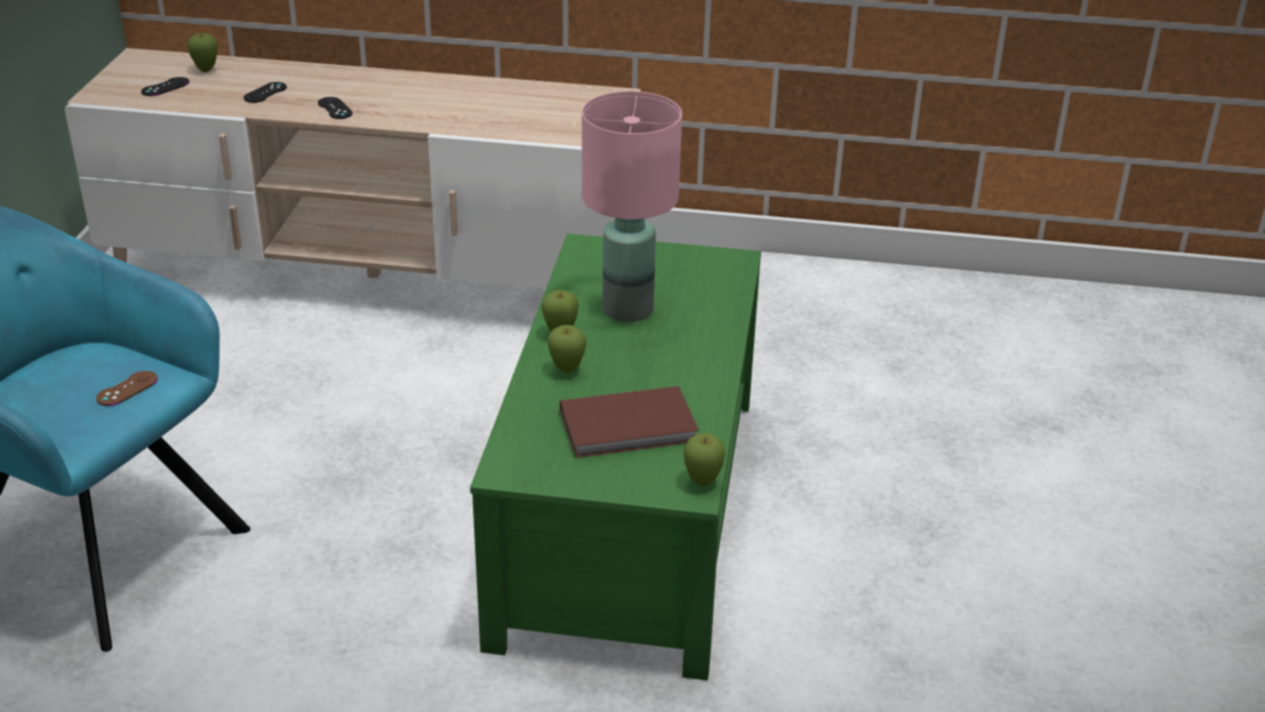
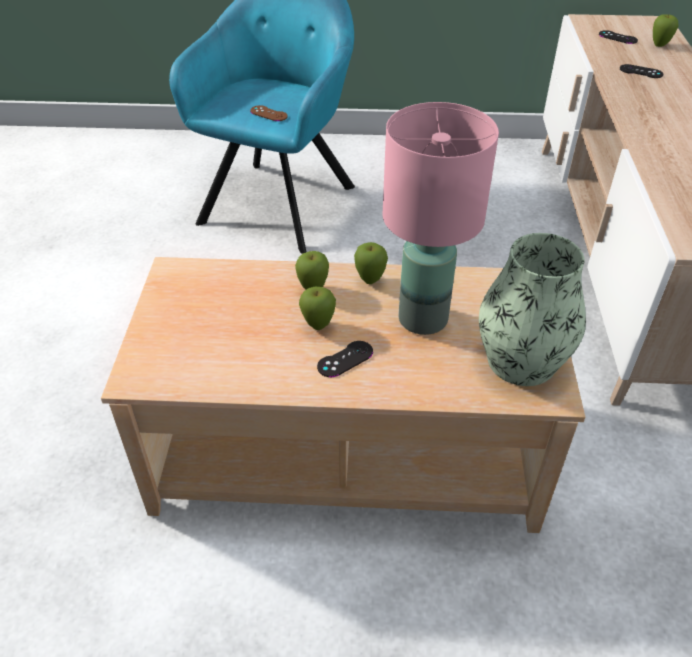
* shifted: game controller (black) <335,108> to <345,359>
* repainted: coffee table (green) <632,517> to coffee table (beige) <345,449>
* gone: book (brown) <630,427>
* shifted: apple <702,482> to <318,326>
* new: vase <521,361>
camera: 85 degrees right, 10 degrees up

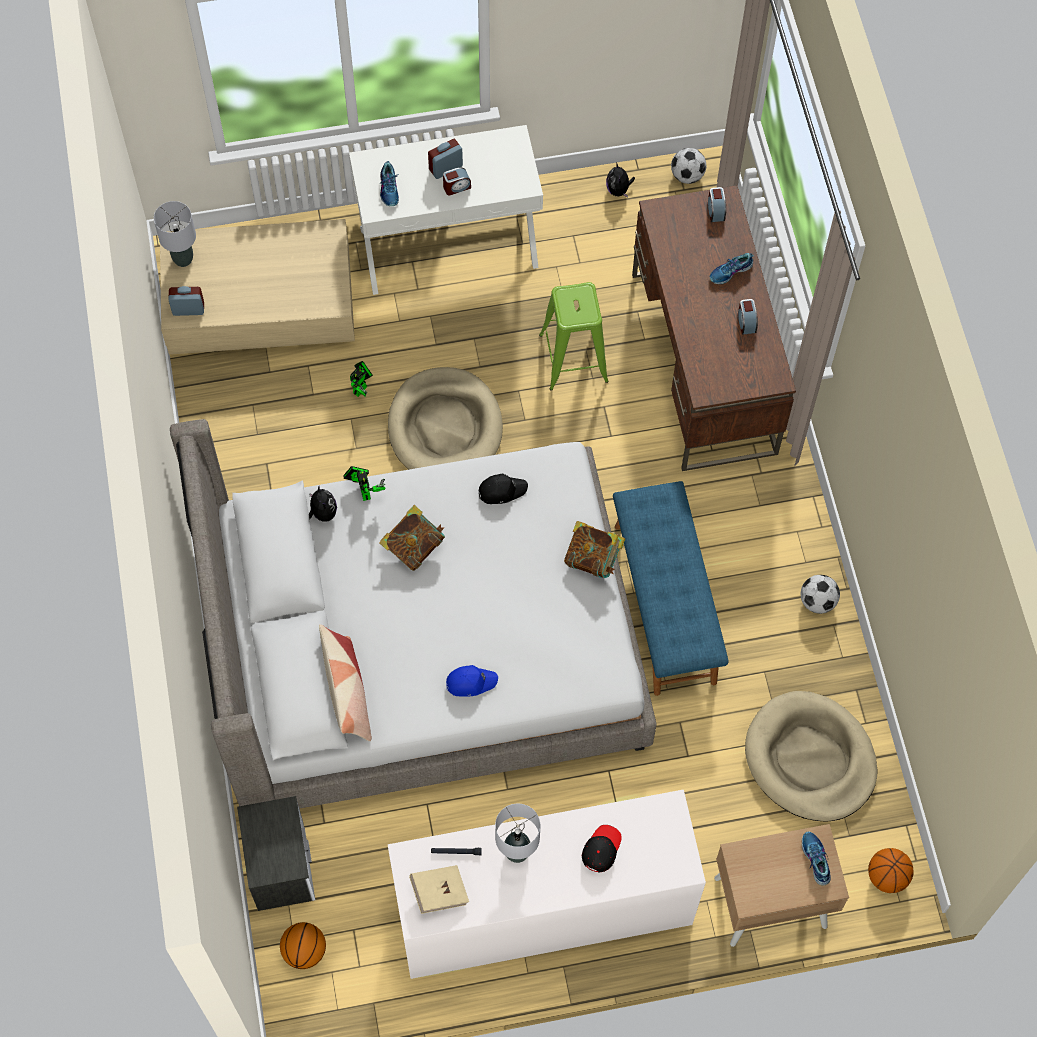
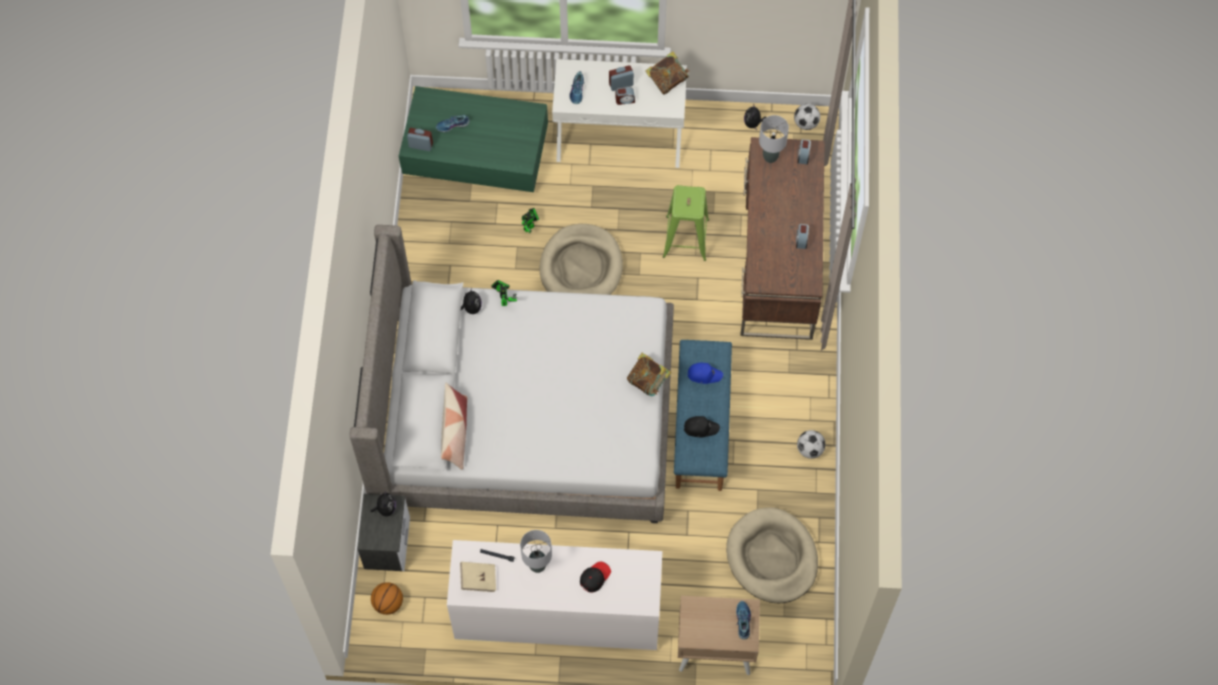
* shifted: table lamp (grey) <183,259> to <770,157>
* repainted: coffee table (beige) <260,304> to coffee table (green) <475,151>
* shifted: book <413,546> to <667,80>
* shifted: cap (blue) <470,682> to <704,374>
* shifted: cap (black) <501,490> to <700,428>
* shifted: shoe <731,272> to <452,125>
* gone: basketball <887,877>
* new: plush toy <385,508>
camera: 15 degrees right, 0 degrees up

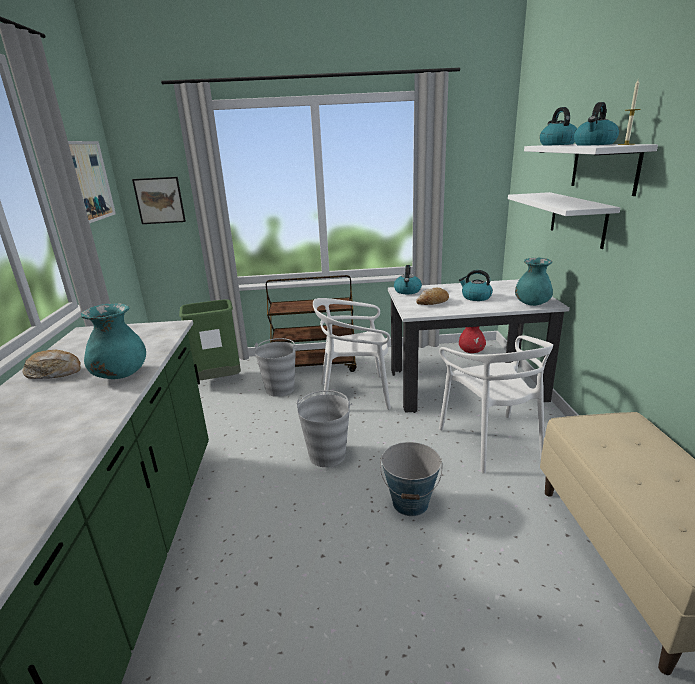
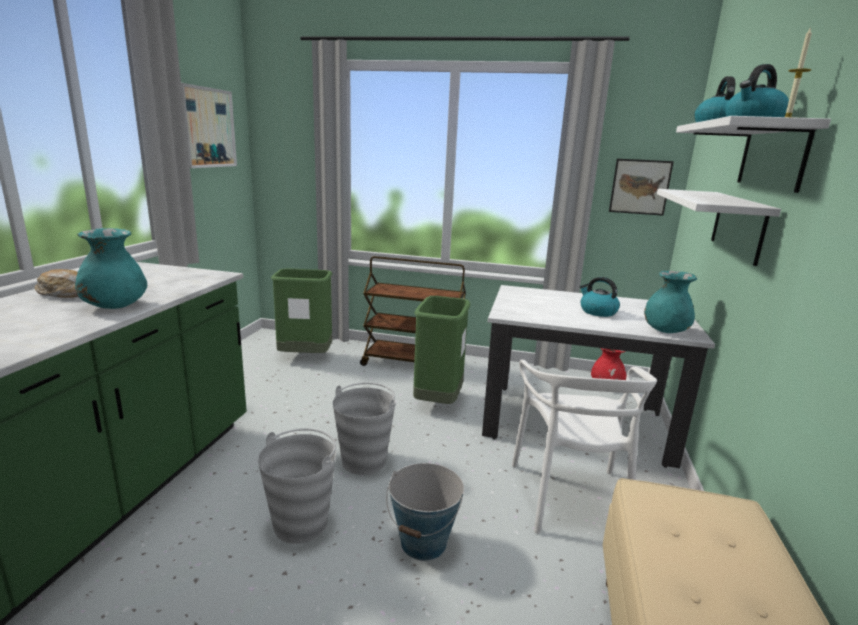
* shifted: picture <159,200> to <640,187>
* shifted: bucket (grey) <280,389> to <301,523>
* swapped: chair (white) <355,394> to trash can (green) <438,402>
* gone: kettle <407,291>
* gone: bread <432,302>
camera: 15 degrees right, 5 degrees down

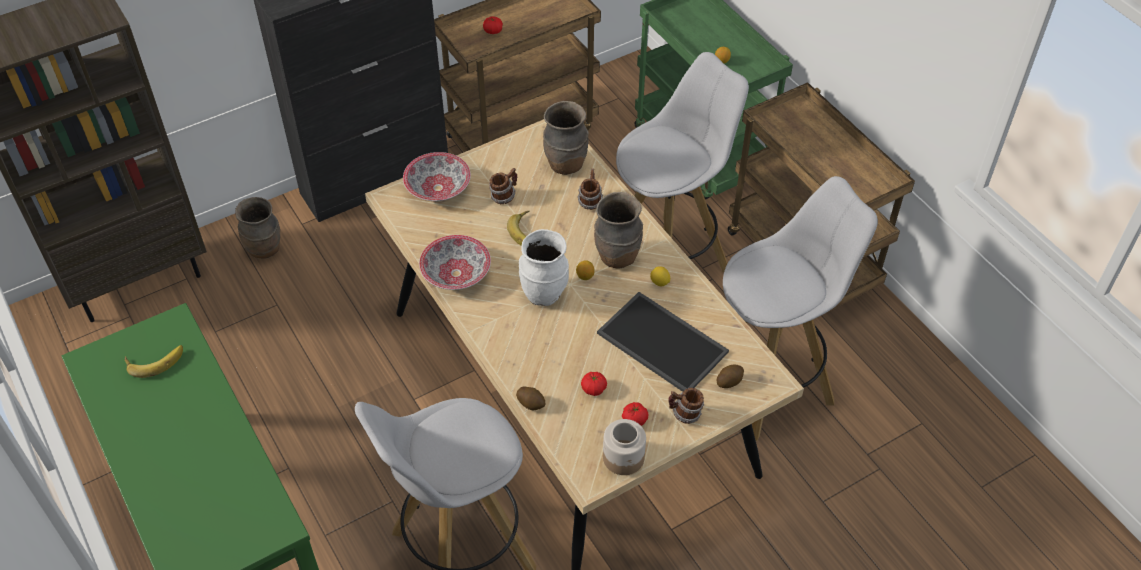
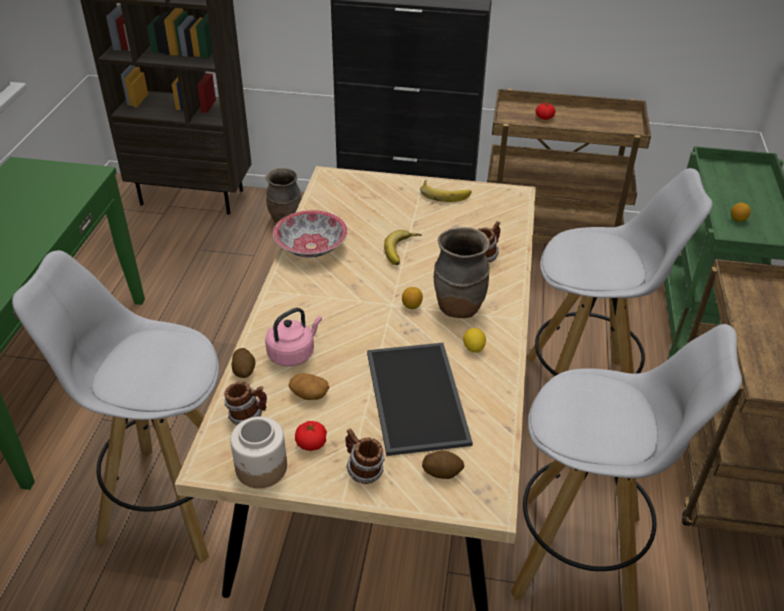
* shifted: banana <155,360> to <445,193>
* gone: bowl <438,189>
* shifted: mug <504,196> to <248,416>
* gone: vase (white) <544,293>
* gone: vase (brown) <565,165>
* swapped: tomato <593,389> to potato <309,394>
* new: kettle (pink) <293,353>
camera: 40 degrees right, 10 degrees down

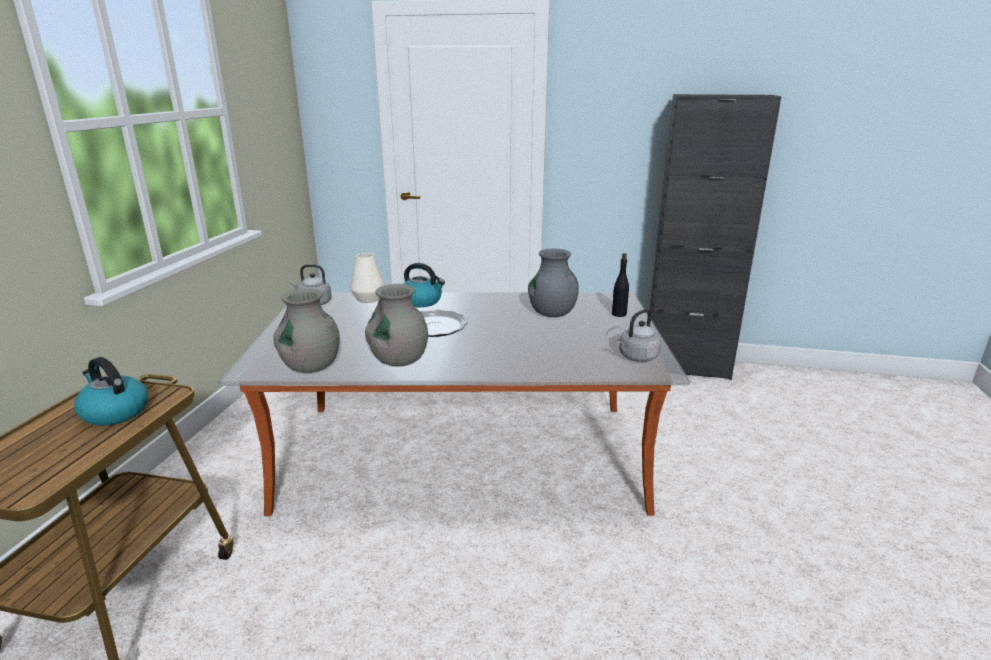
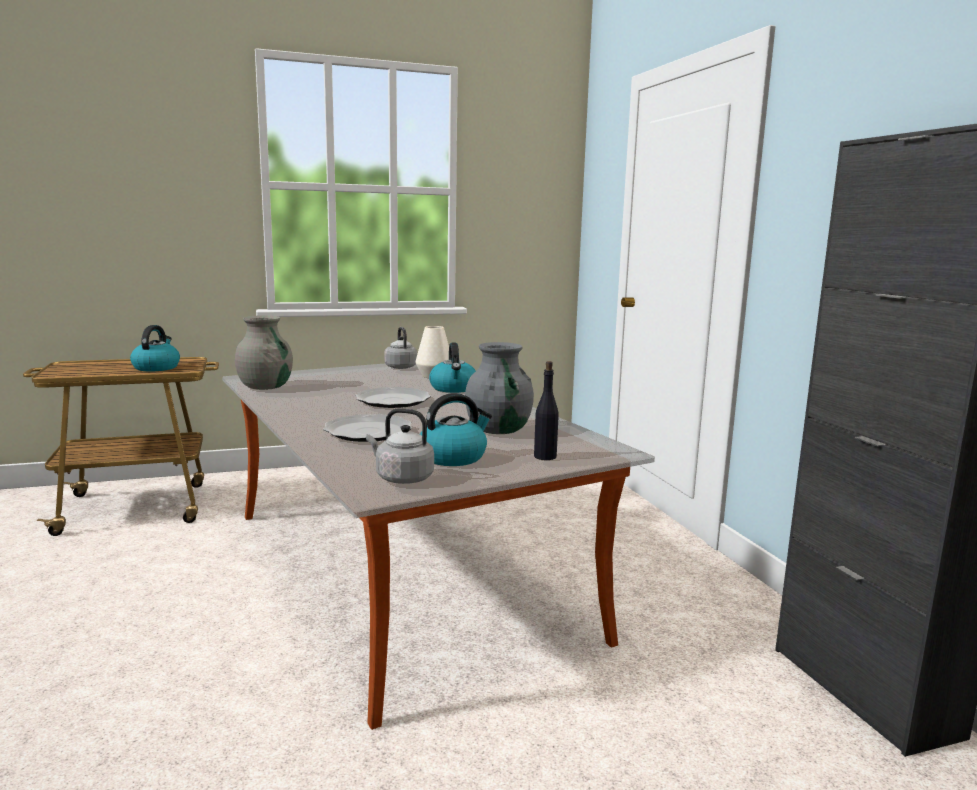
* gone: vase (grey) <399,360>
* new: plate <368,432>
* new: kettle <453,457>
camera: 60 degrees right, 10 degrees down

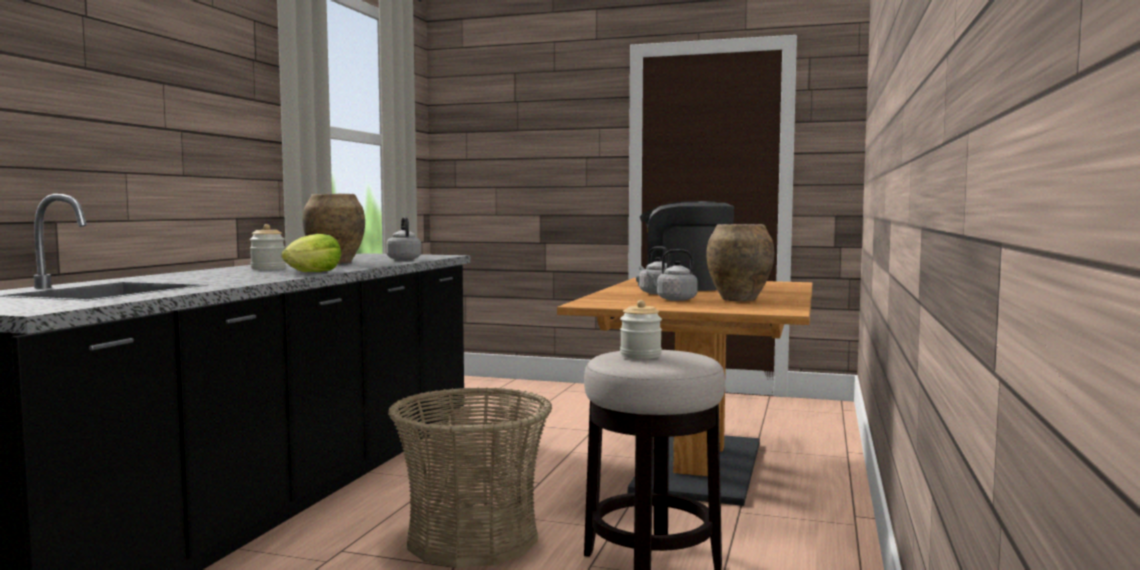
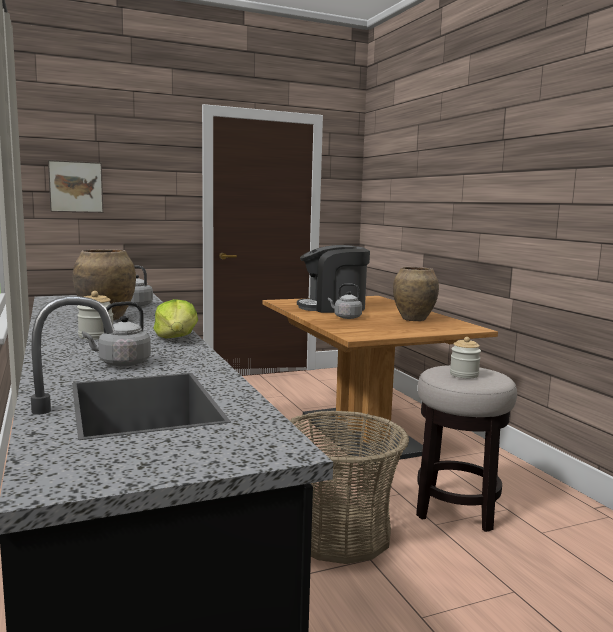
* shifted: kettle (grey) <674,299> to <121,363>
* new: picture <76,187>
camera: 40 degrees left, 5 degrees up

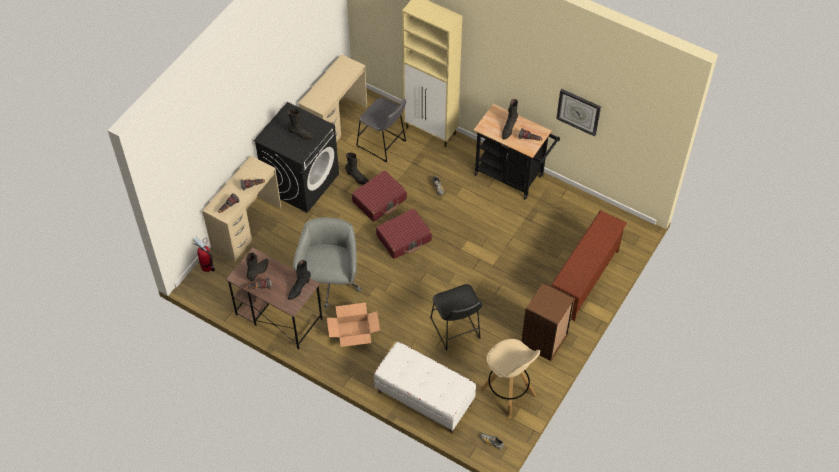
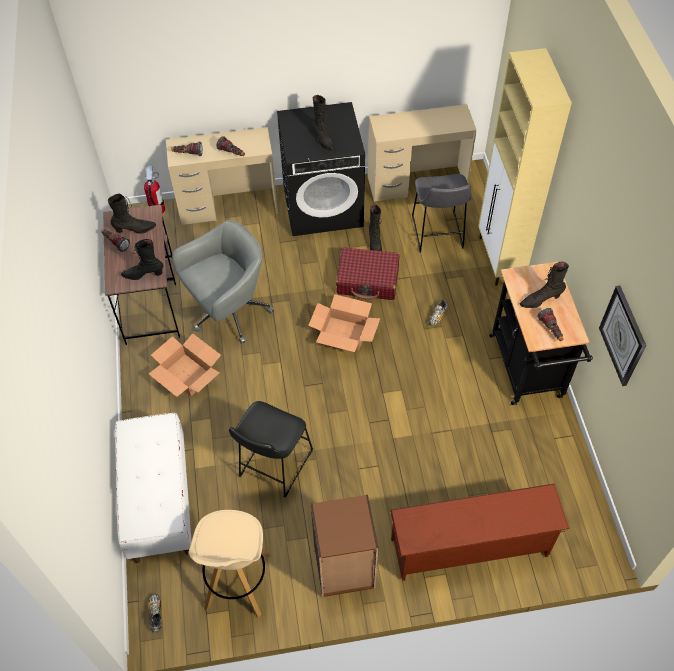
* swapped: suitcase (red) <404,238> to cardboard box <344,333>
camera: 50 degrees right, 0 degrees up

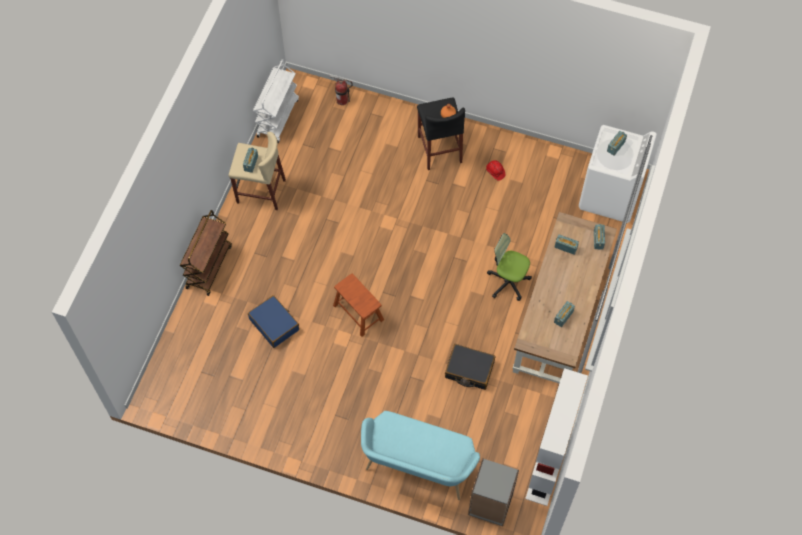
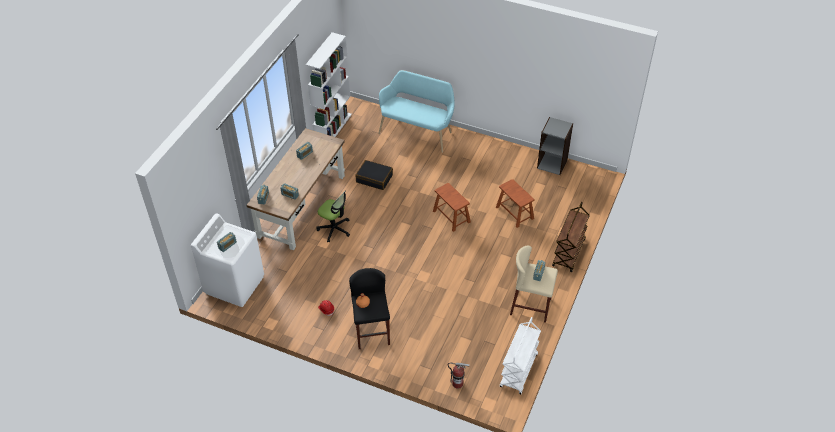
* swapped: suitcase (blue) <274,324> to stool (brown) <514,212>
* shifted: bookcase (grey) <490,504> to <552,164>
camera: 175 degrees left, 15 degrees down

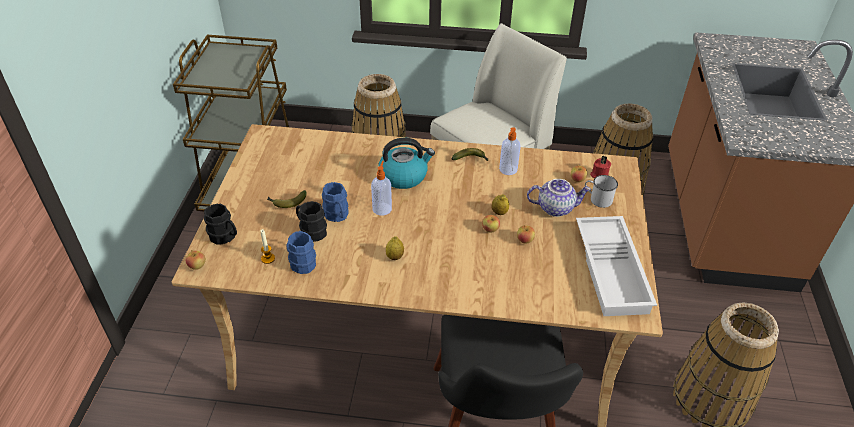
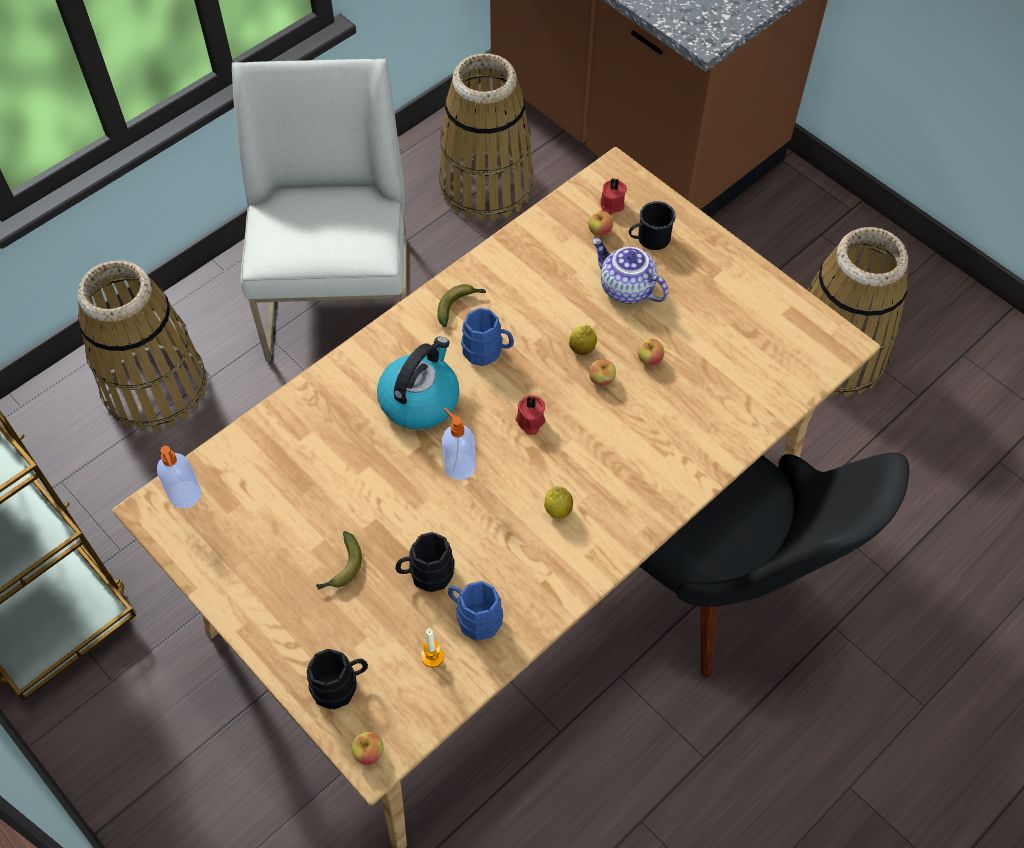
* shifted: mug (blue) <337,216> to <488,352>
* shifted: soap dispenser <508,170> to <185,496>
* rotated: teapot <555,207> = <625,289> 90 degrees counterclockwise
* gone: tray (white) <613,271>
* repainted: mug (white) <597,199> to mug (black) <648,239>
* new: candle (red) <530,422>
camera: 50 degrees left, 15 degrees up

